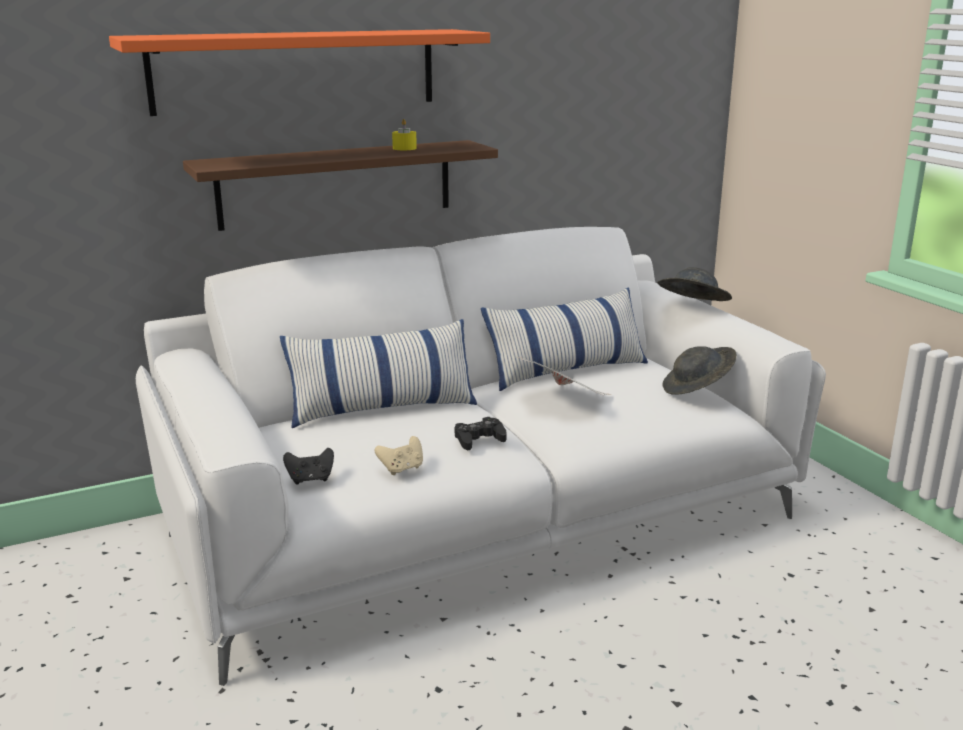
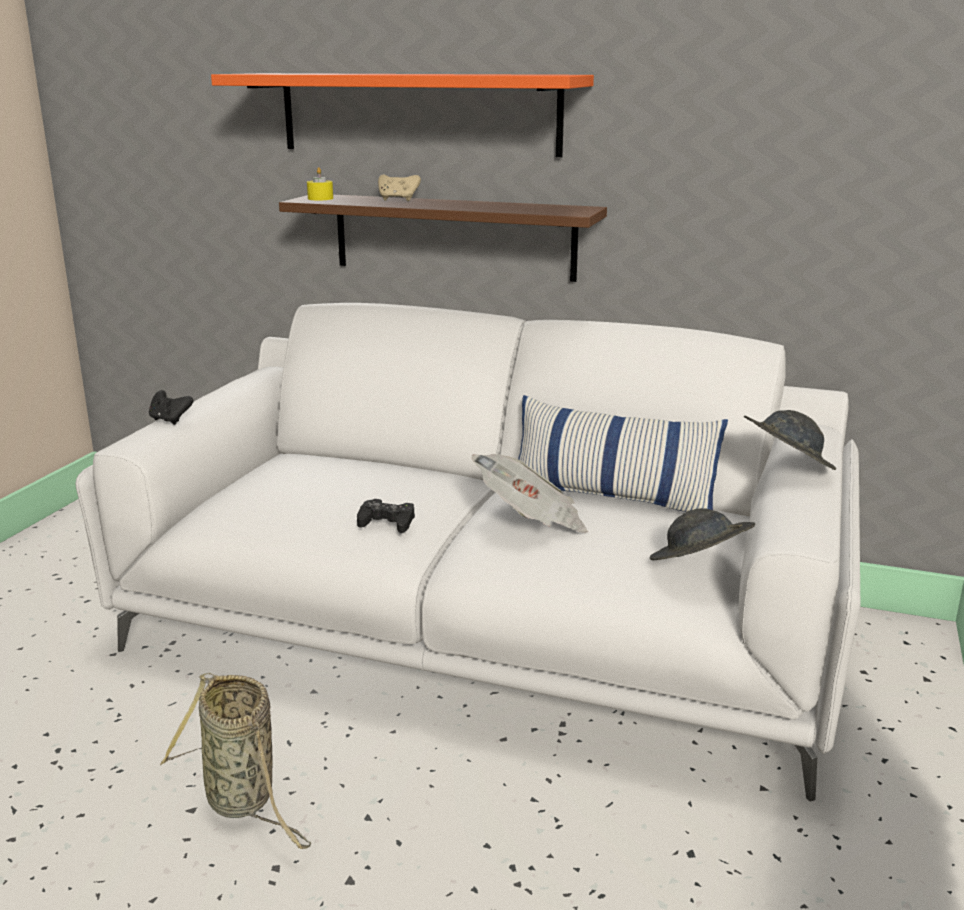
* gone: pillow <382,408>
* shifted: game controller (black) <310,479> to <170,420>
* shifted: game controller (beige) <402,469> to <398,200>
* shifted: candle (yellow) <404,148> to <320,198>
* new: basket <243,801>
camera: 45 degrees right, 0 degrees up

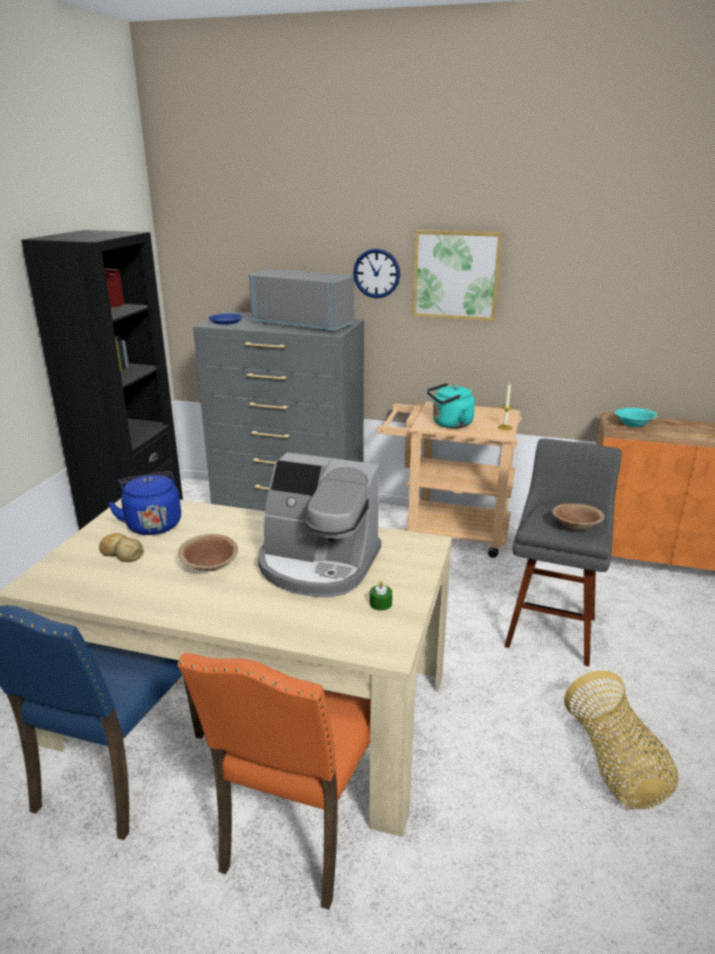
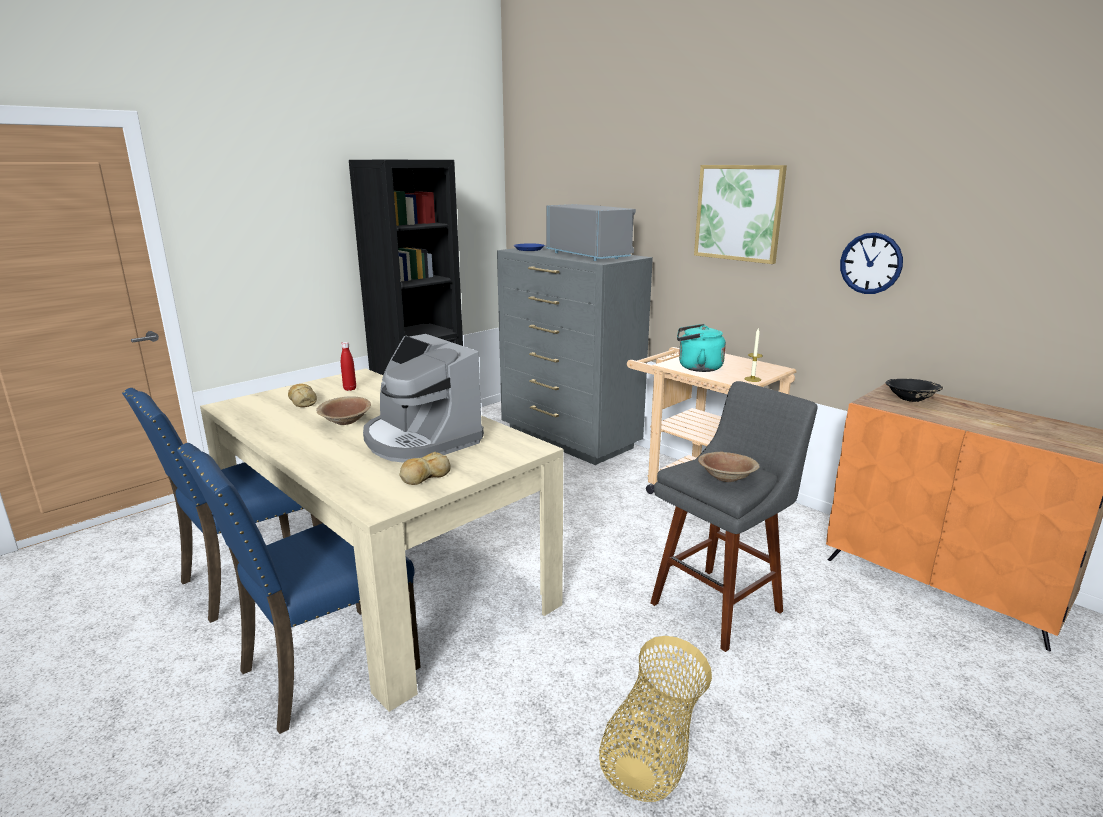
* swapped: kettle (blue) <152,524> to bottle (red) <350,389>
* repainted: chair (orange) <301,827> to chair (blue) <324,668>
* shifted: wall clock <376,273> to <871,263>
* swapped: candle (green) <380,603> to bread <424,476>
* repainted: bowl (turquoise) <634,424> to bowl (black) <910,399>
camera: 30 degrees right, 5 degrees down

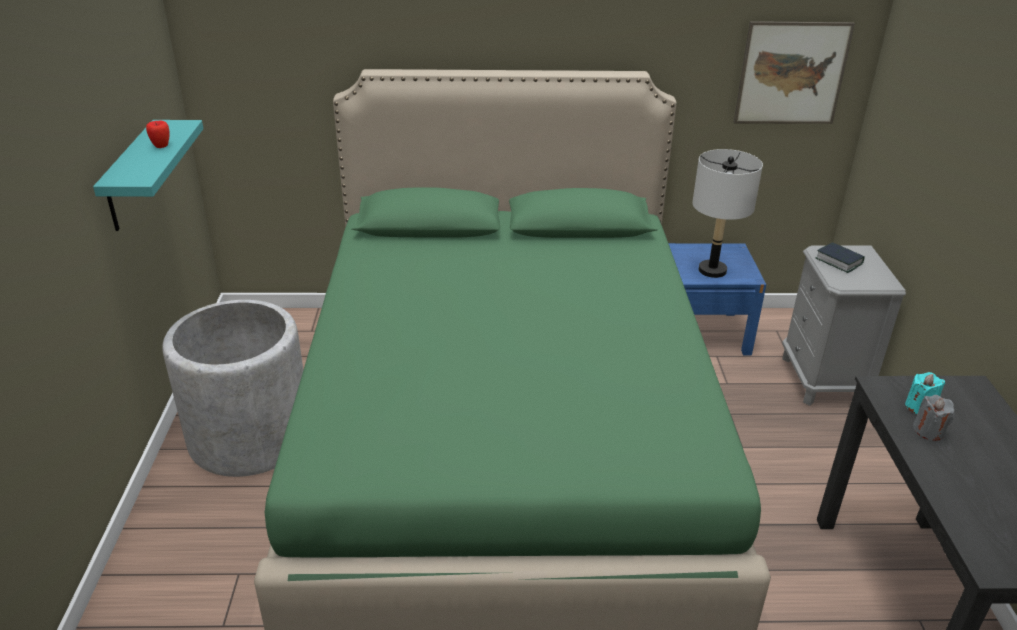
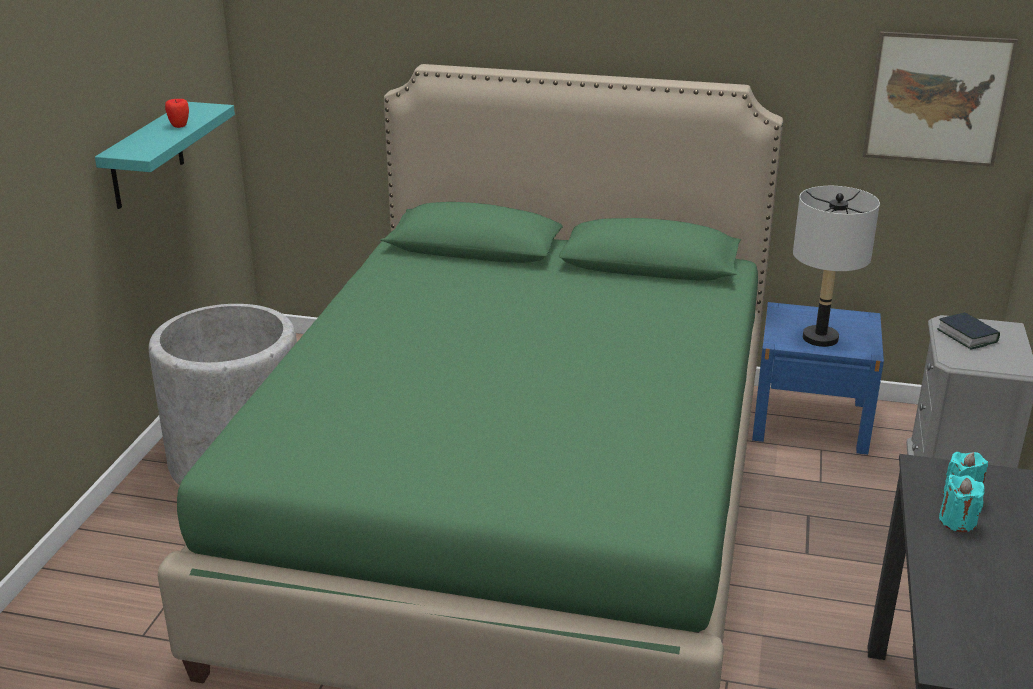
* repainted: candle (grey) <928,431> to candle (turquoise) <957,521>
camera: 15 degrees right, 5 degrees down

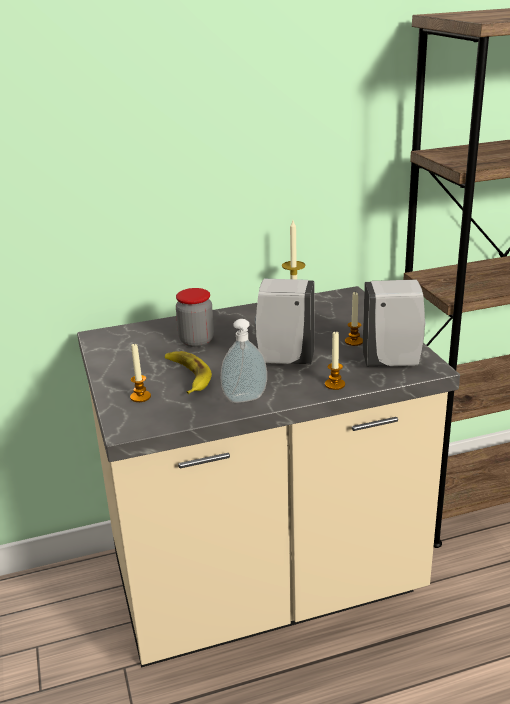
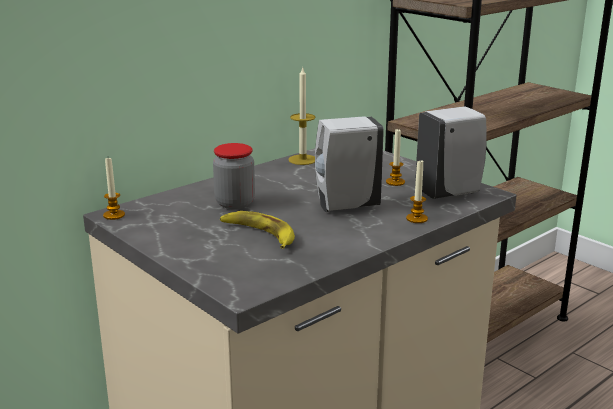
* shifted: candle <140,397> to <114,215>
* gone: soap dispenser <245,400>
camera: 25 degrees left, 5 degrees down

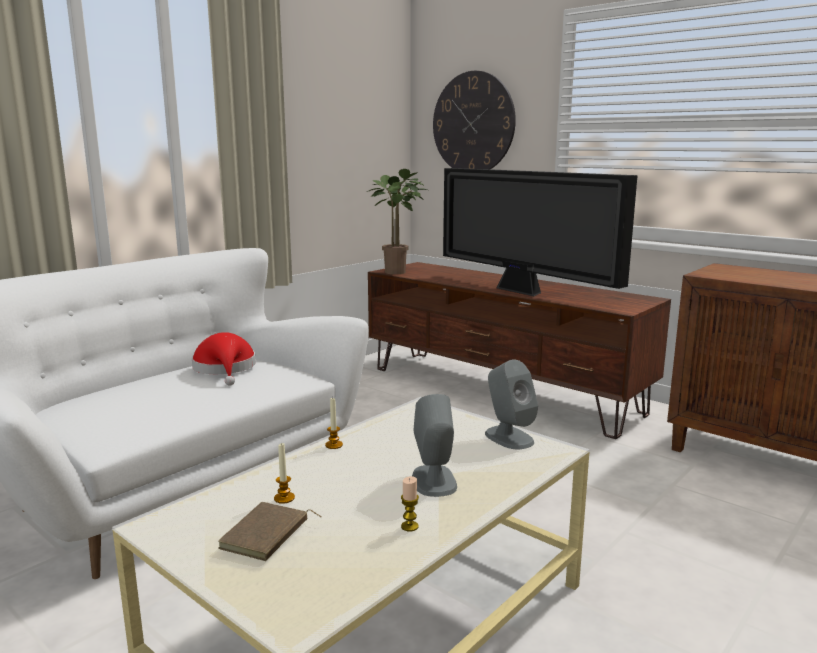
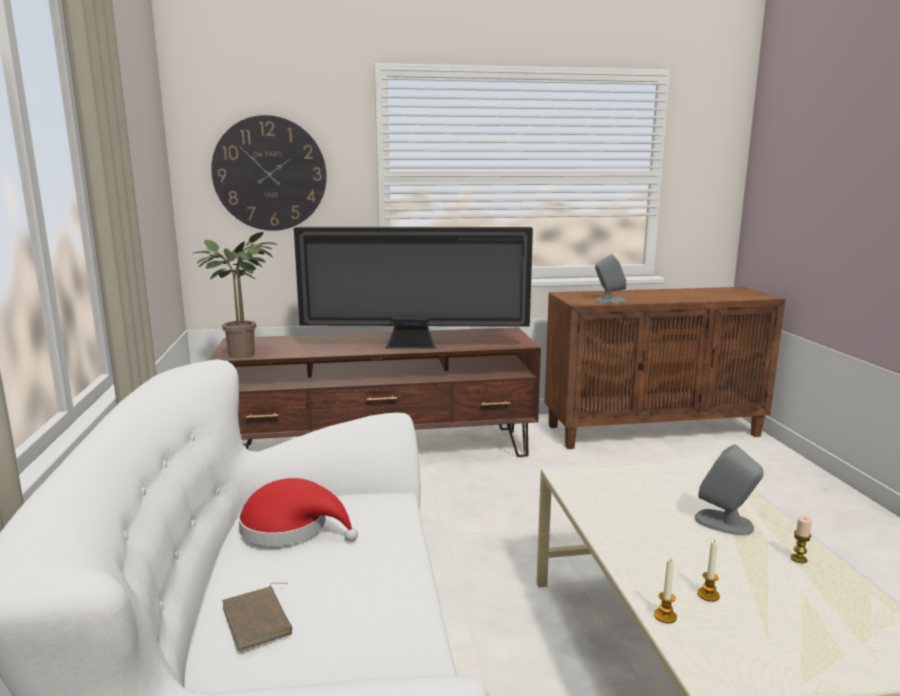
* shifted: book (brown) <267,536> to <259,621>
* shifted: candle <334,445> to <665,616>
* shifted: speaker (grey) <508,437> to <609,300>
camera: 50 degrees left, 0 degrees up

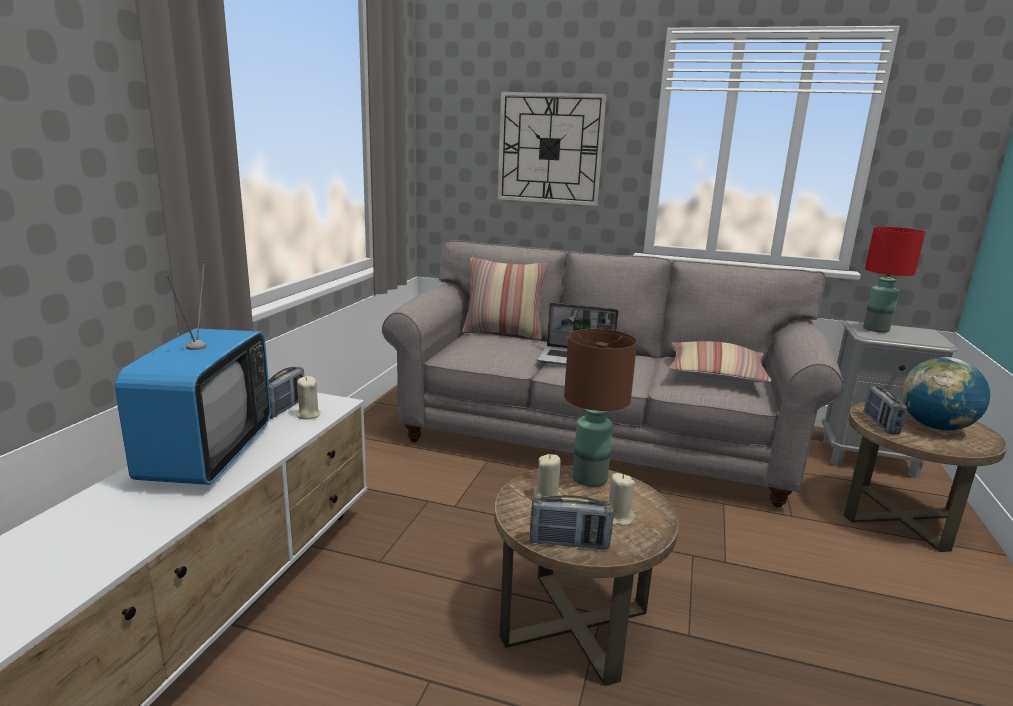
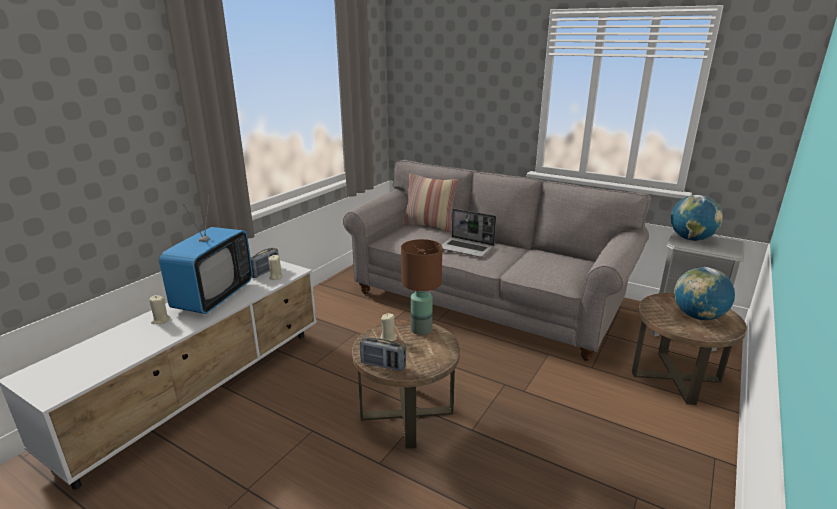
* gone: wall clock <550,149>
* shifted: candle (beige) <618,518> to <161,320>
* gone: pillow <715,374>
* swapped: table lamp (red) <876,329> to globe <691,239>
* gone: radio <880,424>
camera: 15 degrees right, 5 degrees up

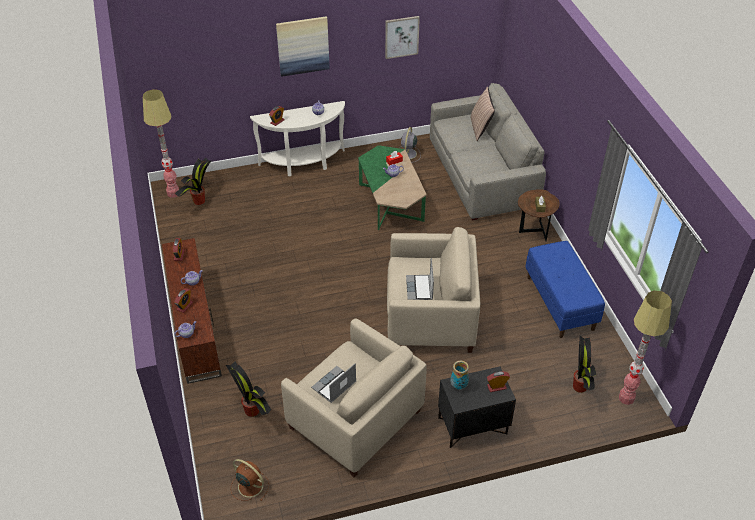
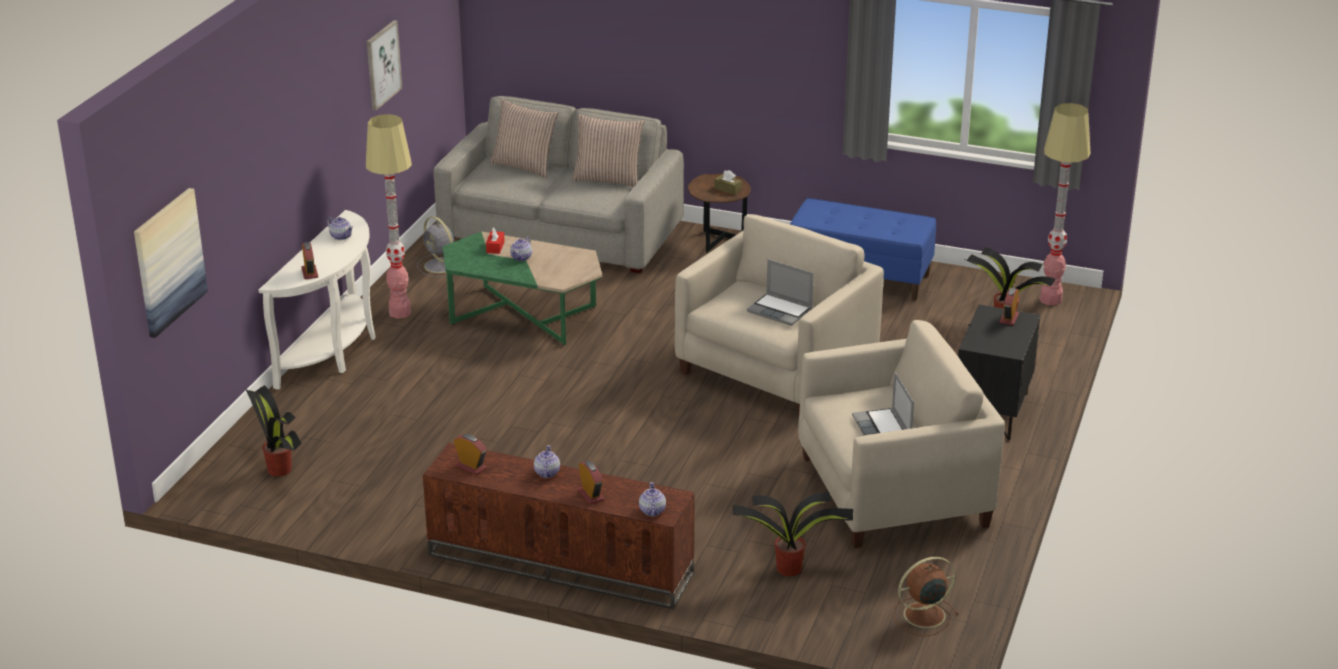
* shifted: floor lamp <173,193> to <400,313>
* shifted: picture <303,46> to <168,262>
* gone: vase <459,385>
* new: pillow <608,179>
camera: 55 degrees left, 15 degrees down

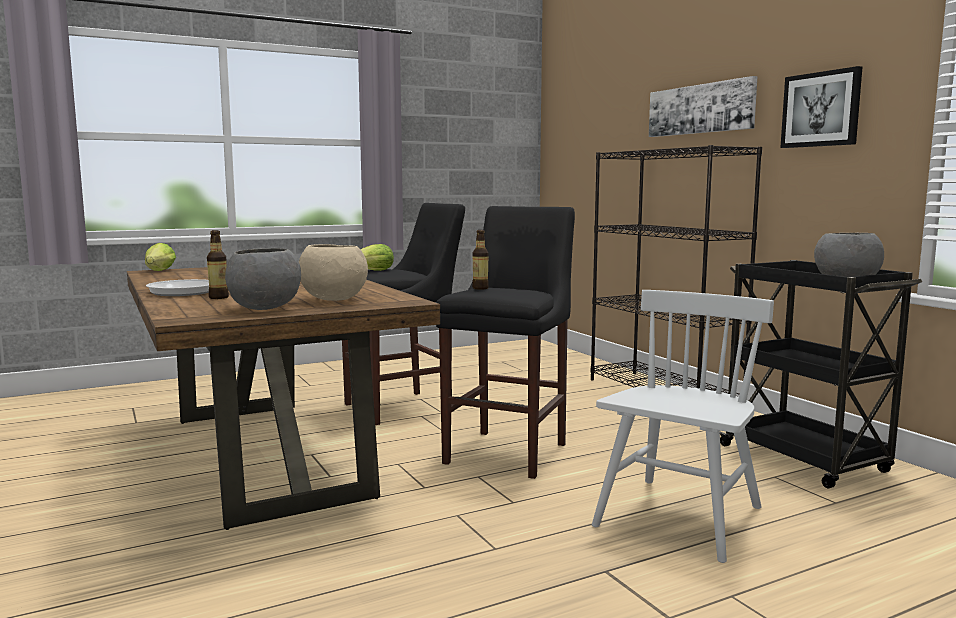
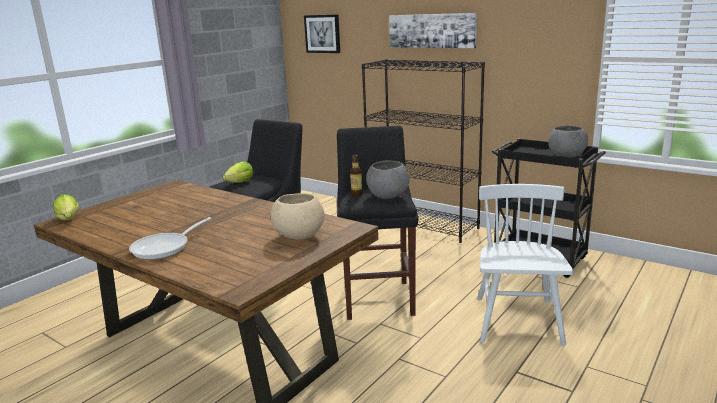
* gone: bottle <219,297>
* shifted: bowl (grey) <265,308> to <388,197>
* shifted: picture <821,109> to <323,33>
camera: 25 degrees left, 10 degrees up

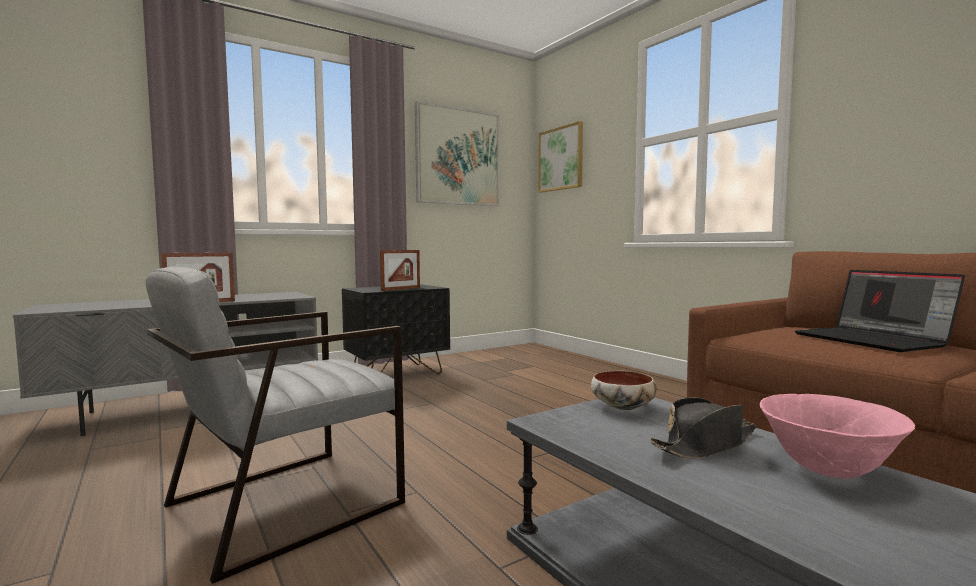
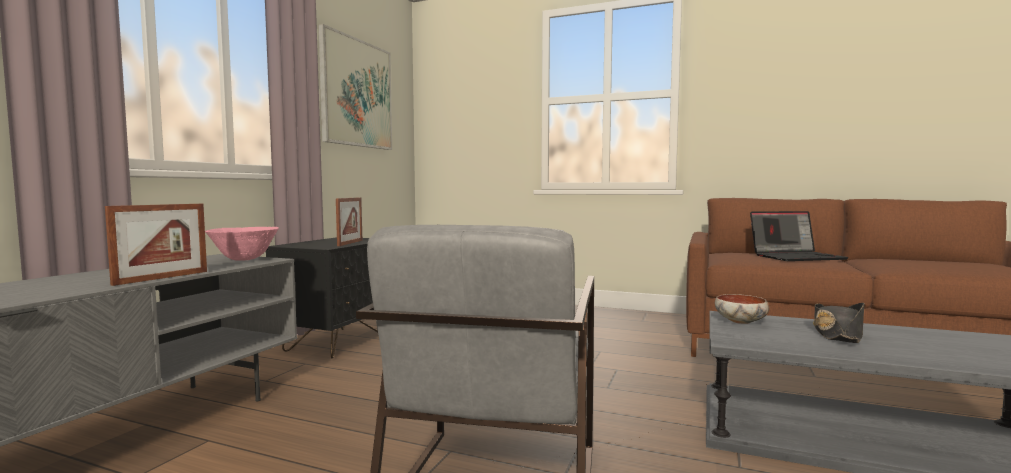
* gone: picture <561,159>
* shifted: bowl (pink) <828,471> to <244,260>
* rotated: laptop <874,340> = <796,257> 45 degrees counterclockwise
camera: 35 degrees left, 0 degrees up

